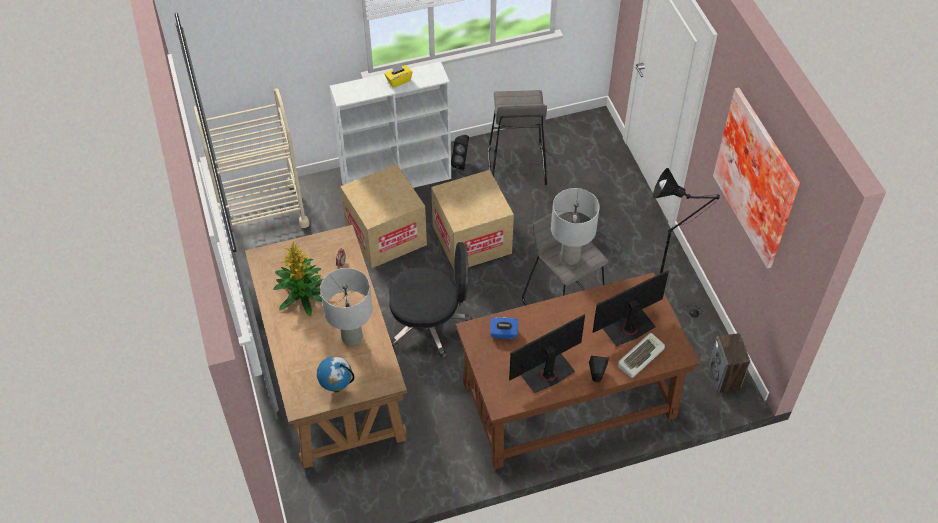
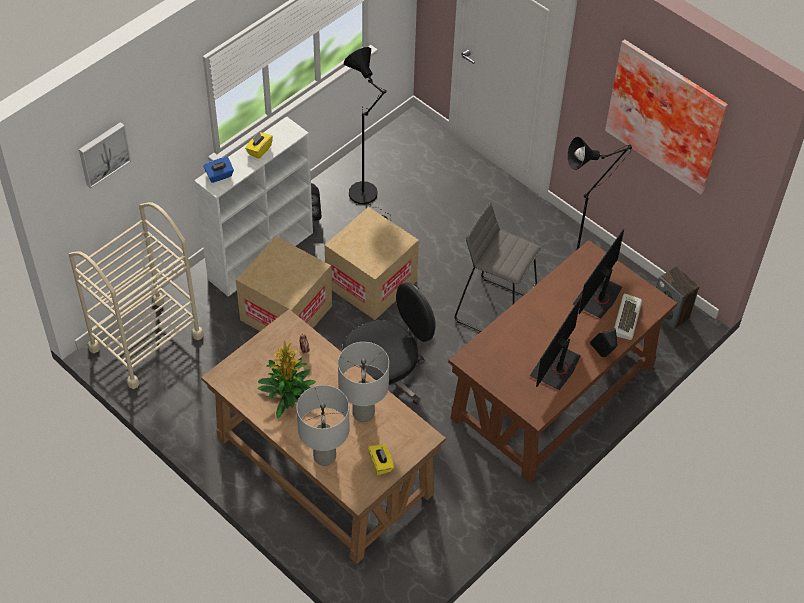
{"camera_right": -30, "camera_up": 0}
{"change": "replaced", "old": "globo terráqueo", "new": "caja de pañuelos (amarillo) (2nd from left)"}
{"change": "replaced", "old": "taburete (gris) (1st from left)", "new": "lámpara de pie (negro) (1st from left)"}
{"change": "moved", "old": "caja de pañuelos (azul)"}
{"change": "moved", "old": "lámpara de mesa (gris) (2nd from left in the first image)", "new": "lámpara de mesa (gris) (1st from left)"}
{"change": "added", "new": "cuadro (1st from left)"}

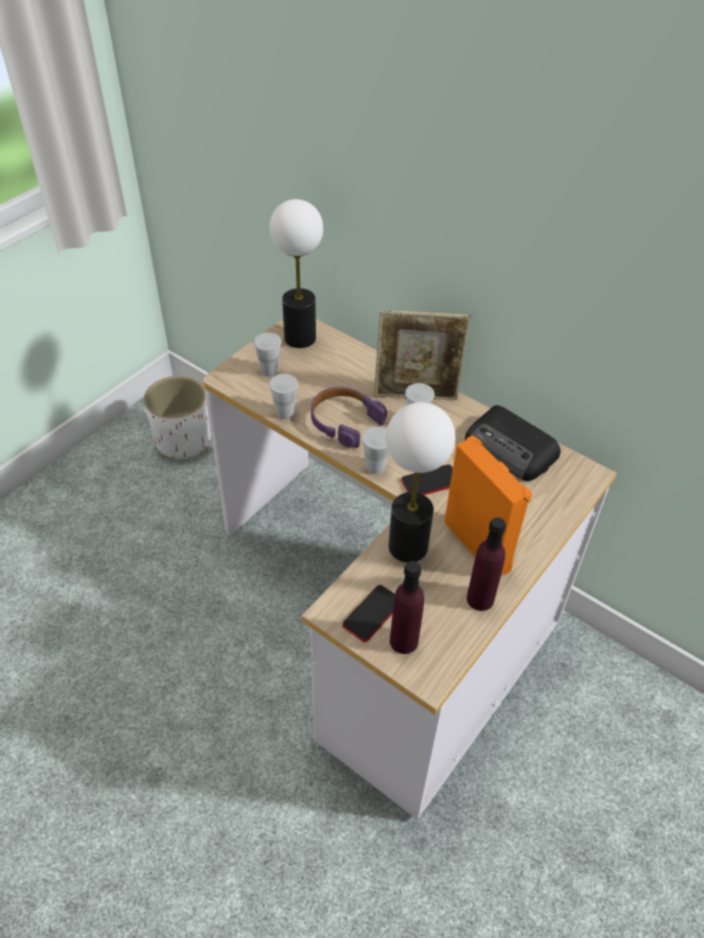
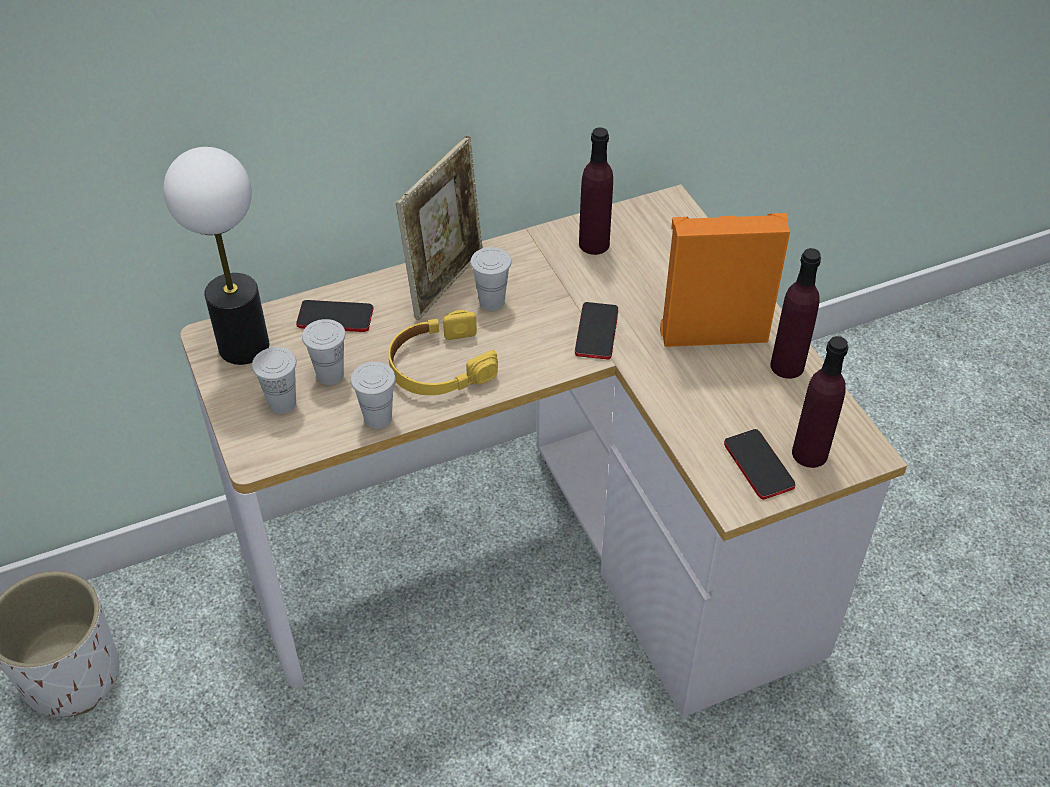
{"camera_right": -60, "camera_up": 0}
{"change": "recoloured", "old": "auriculares (morado)", "new": "auriculares (amarillo)"}
{"change": "moved", "old": "taza (blanco) (3rd from left in the first image)", "new": "taza (blanco) (2nd from left)"}
{"change": "removed", "old": "lámpara de mesa (2nd from left)"}
{"change": "replaced", "old": "radio", "new": "botella (morado) (1st from left)"}
{"change": "added", "new": "móvil (1st from left)"}

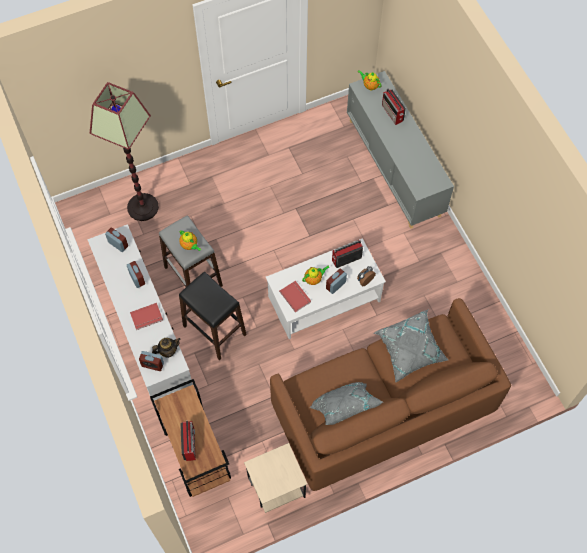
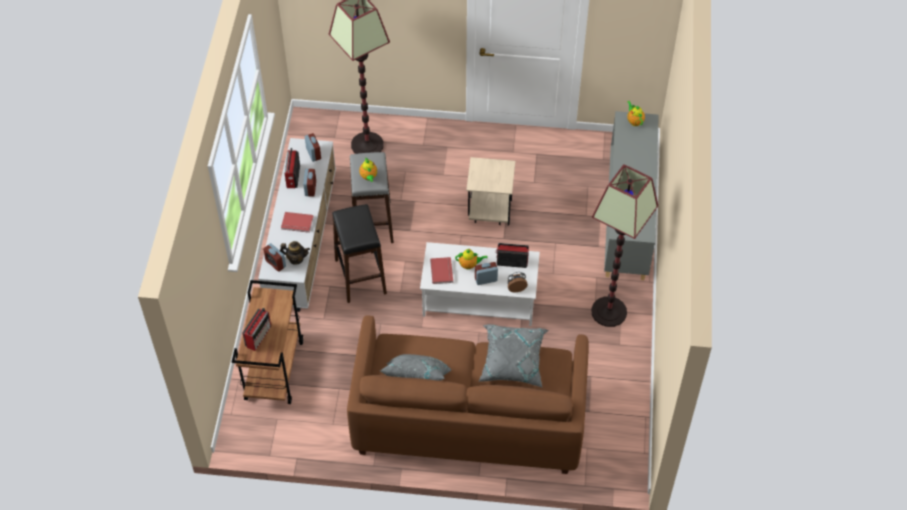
{"camera_right": 30, "camera_up": -10}
{"change": "moved", "old": "mesa auxiliar (beis)"}
{"change": "moved", "old": "radio (3rd from left in the first image)", "new": "radio (2nd from left)"}
{"change": "added", "new": "lámpara de pie (2nd from left)"}

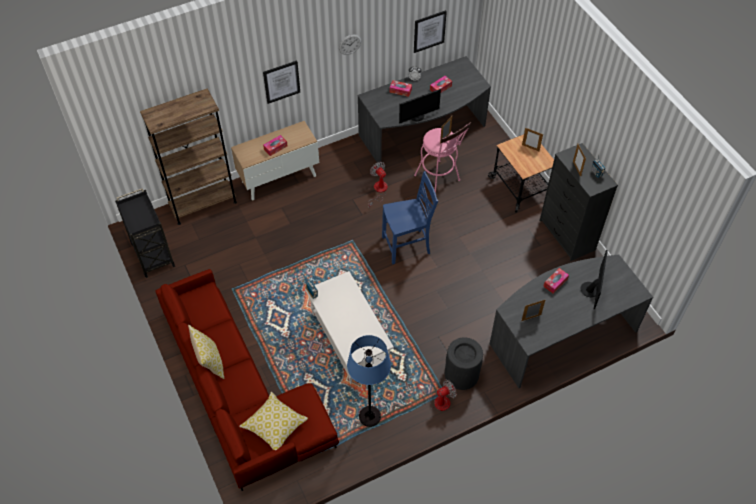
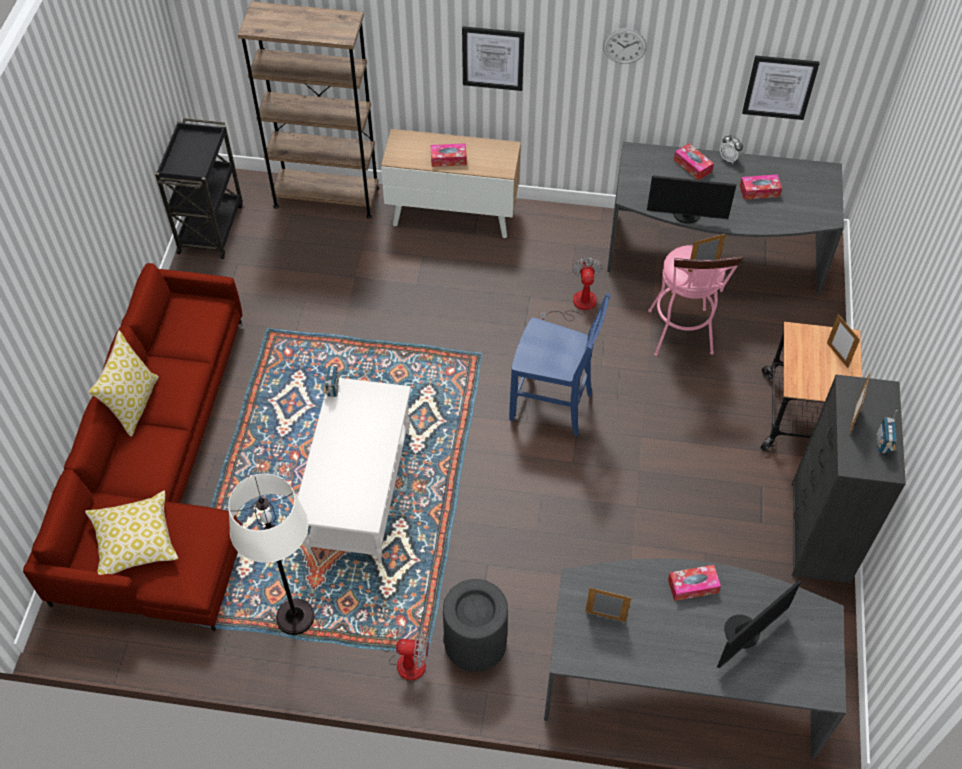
{"camera_right": 35, "camera_up": 0}
{"change": "recoloured", "old": "lámpara de pie (azul)", "new": "lámpara de pie (blanco)"}

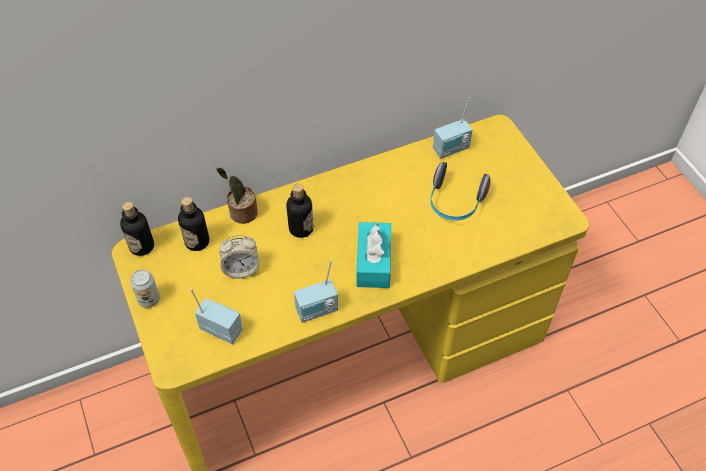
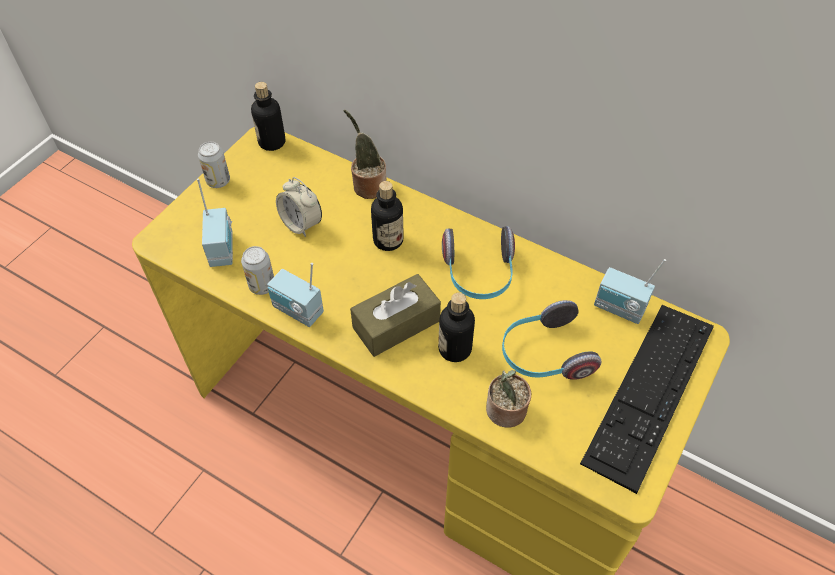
{"camera_right": 55, "camera_up": 0}
{"change": "moved", "old": "botella (2nd from left in the first image)", "new": "botella (3rd from left)"}
{"change": "recoloured", "old": "caja de pañuelos (turquesa)", "new": "caja de pañuelos (marrón)"}
{"change": "added", "new": "lata (2nd from left)"}
{"change": "added", "new": "auriculares (1st from left)"}
{"change": "added", "new": "planta en maceta (2nd from left)"}
{"change": "added", "new": "teclado"}

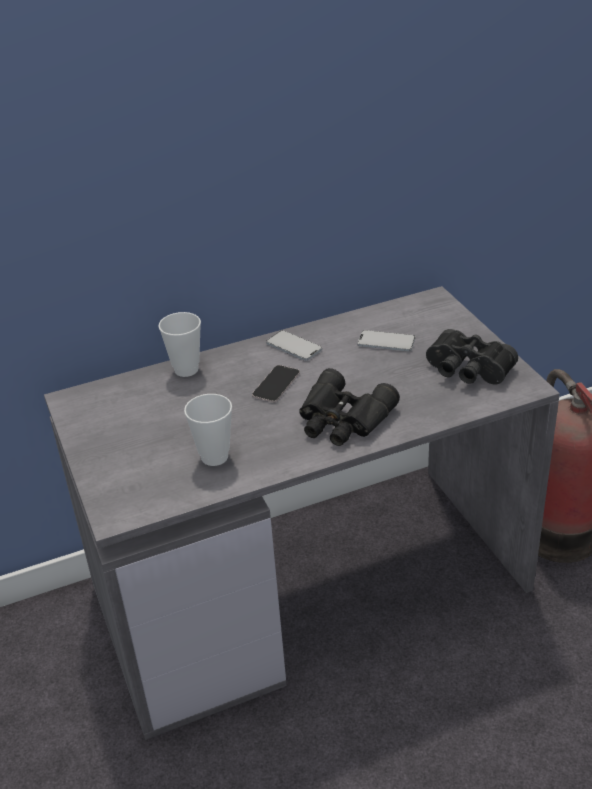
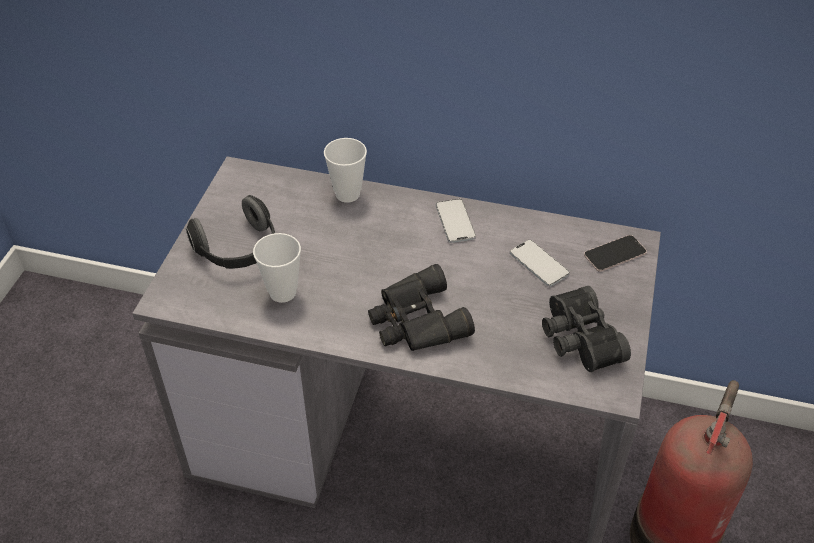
{"camera_right": 35, "camera_up": 10}
{"change": "moved", "old": "móvil (1st from left in the first image)", "new": "móvil (3rd from left)"}
{"change": "added", "new": "auriculares"}

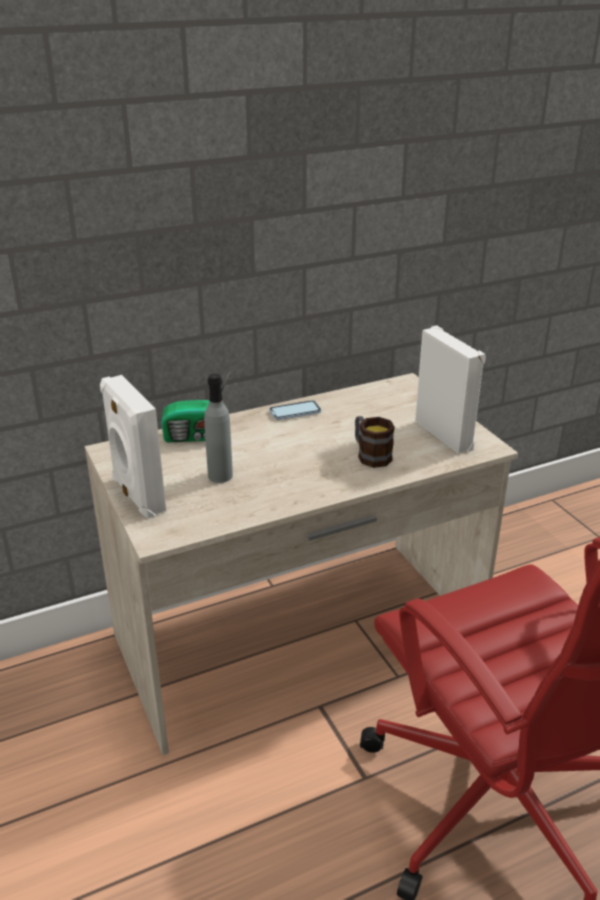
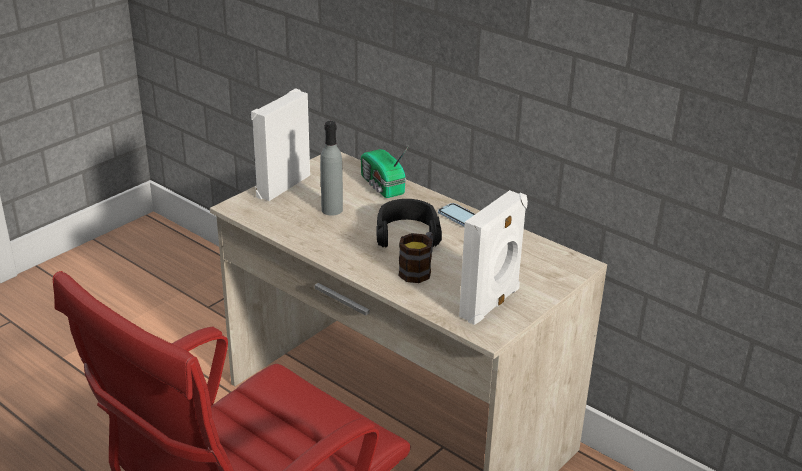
{"camera_right": 65, "camera_up": 0}
{"change": "added", "new": "auriculares (negro)"}

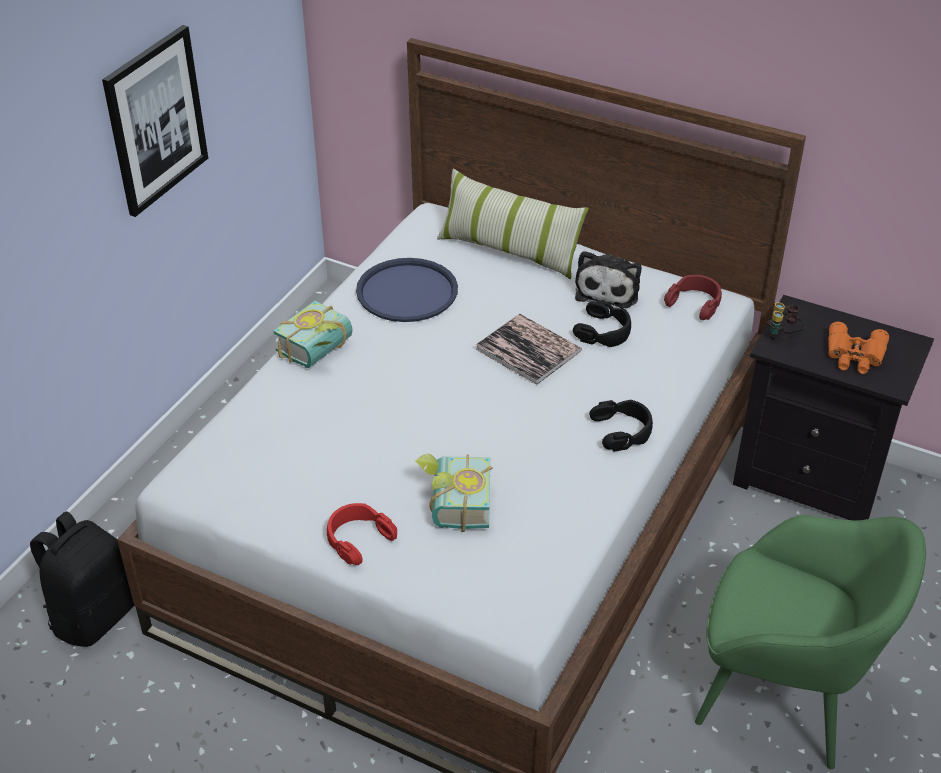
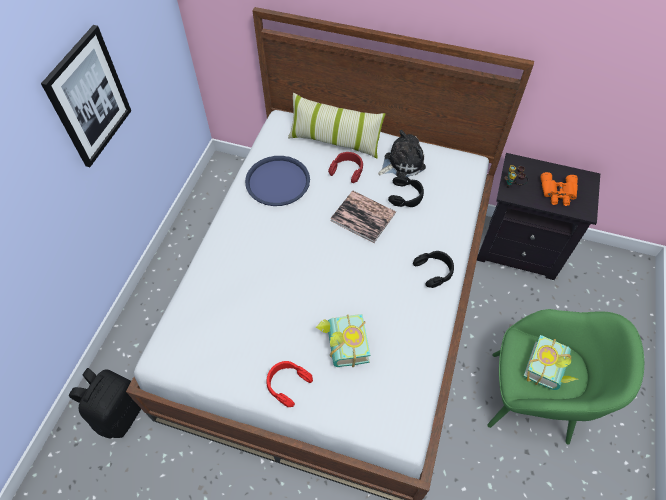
{"camera_right": -10, "camera_up": 15}
{"change": "moved", "old": "libro (1st from left in the first image)", "new": "libro (3rd from left)"}
{"change": "turned", "old": "peluche", "degrees": -120}
{"change": "moved", "old": "auriculares (rojo) (2nd from left)"}

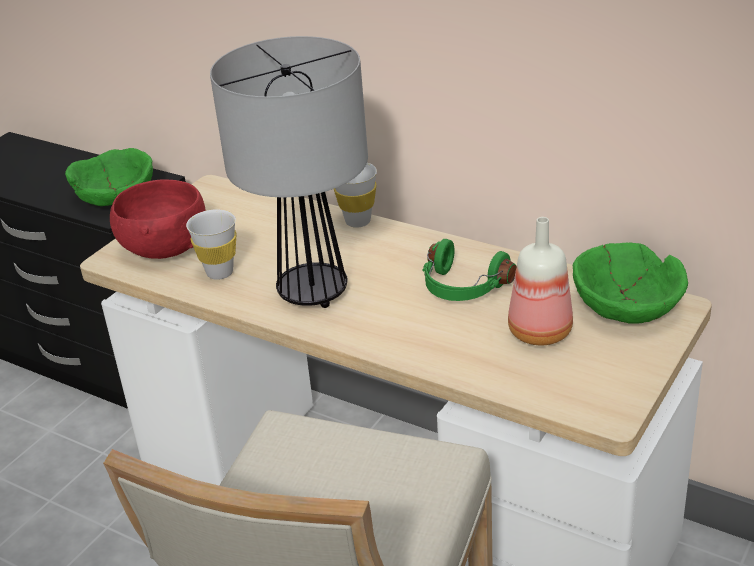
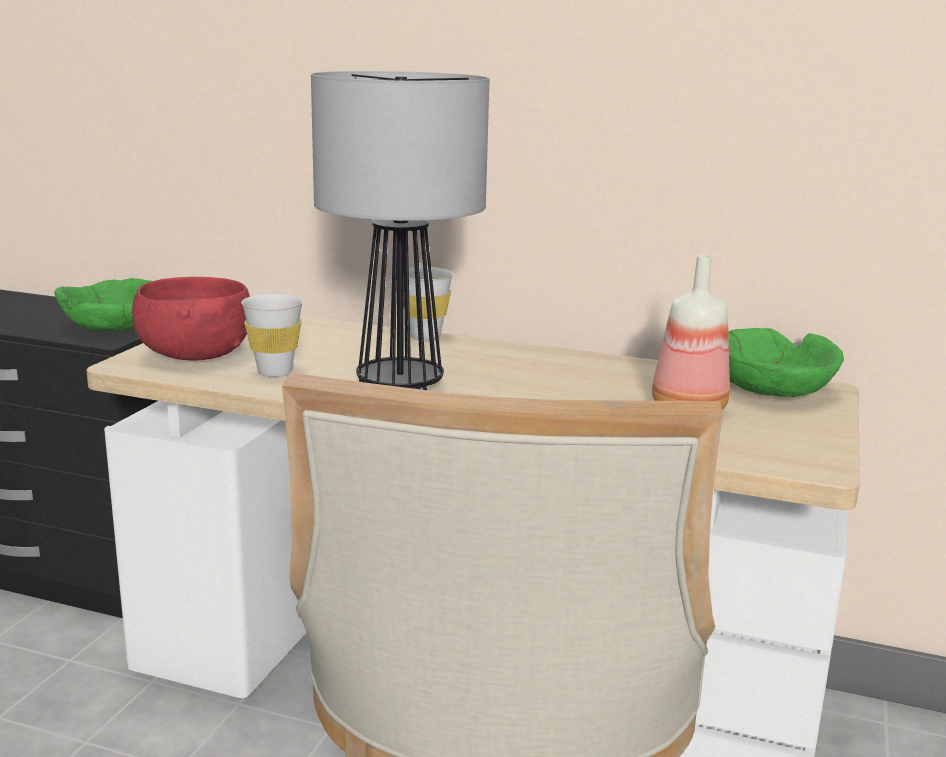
{"camera_right": -15, "camera_up": -15}
{"change": "removed", "old": "auriculares (verde)"}

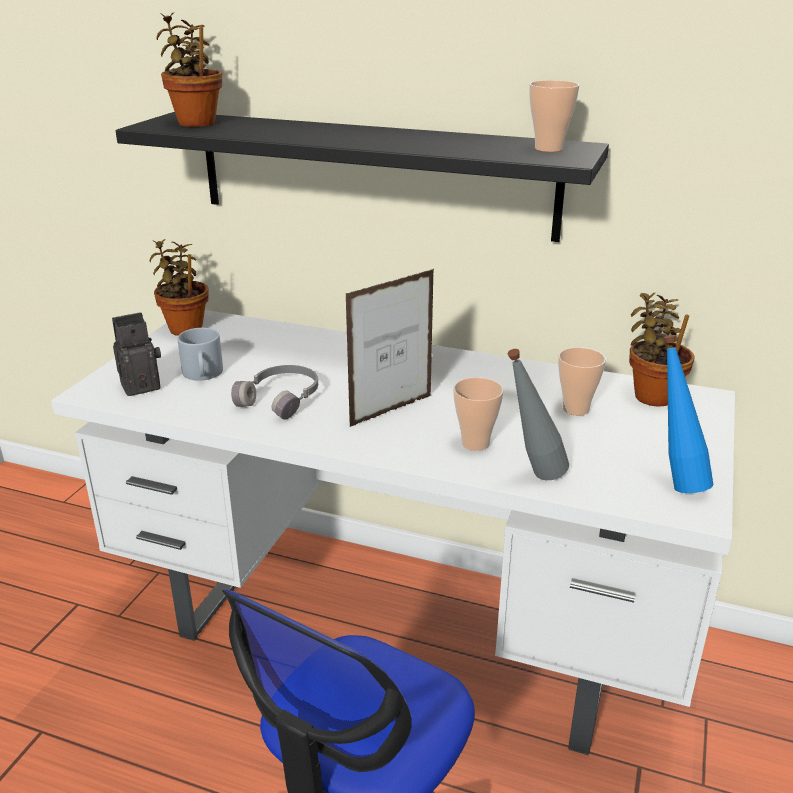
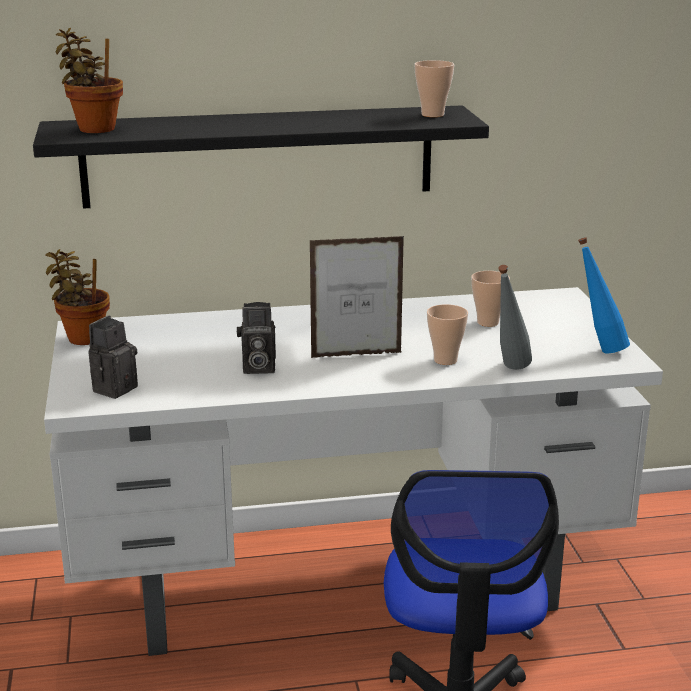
{"camera_right": -30, "camera_up": -5}
{"change": "removed", "old": "taza grande (gris)"}
{"change": "replaced", "old": "auriculares (gris)", "new": "cámara (2nd from left)"}
{"change": "turned", "old": "portarretratos", "degrees": 60}
{"change": "removed", "old": "planta en maceta (3rd from left)"}

